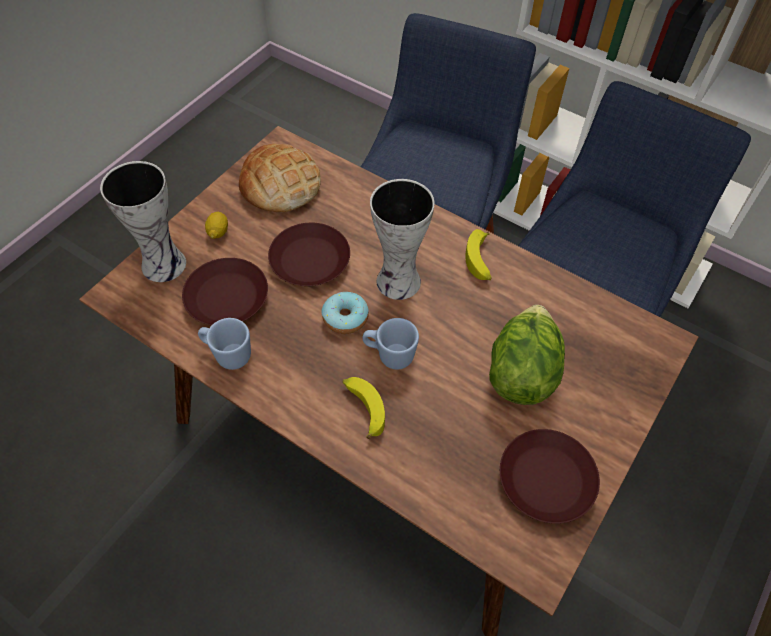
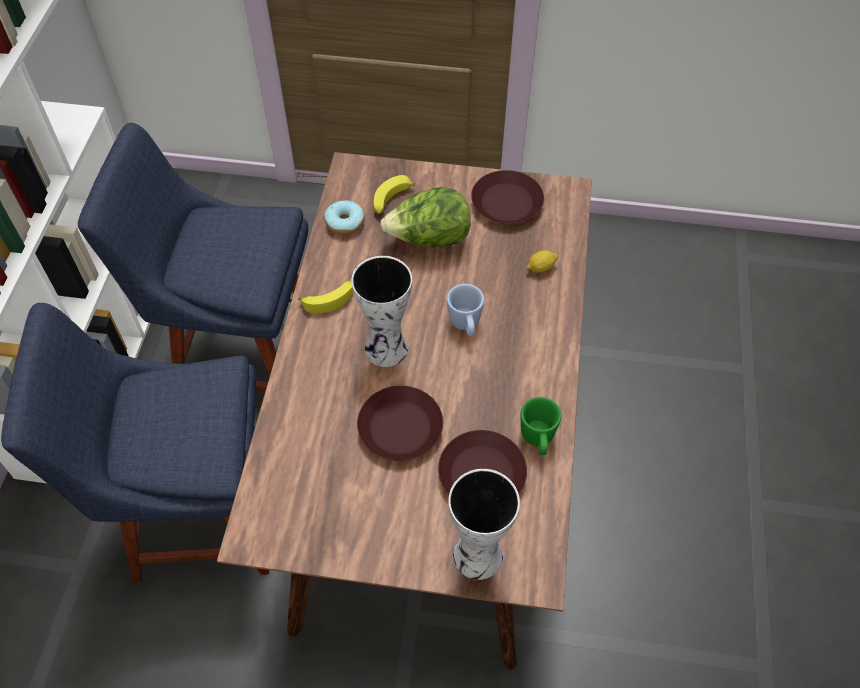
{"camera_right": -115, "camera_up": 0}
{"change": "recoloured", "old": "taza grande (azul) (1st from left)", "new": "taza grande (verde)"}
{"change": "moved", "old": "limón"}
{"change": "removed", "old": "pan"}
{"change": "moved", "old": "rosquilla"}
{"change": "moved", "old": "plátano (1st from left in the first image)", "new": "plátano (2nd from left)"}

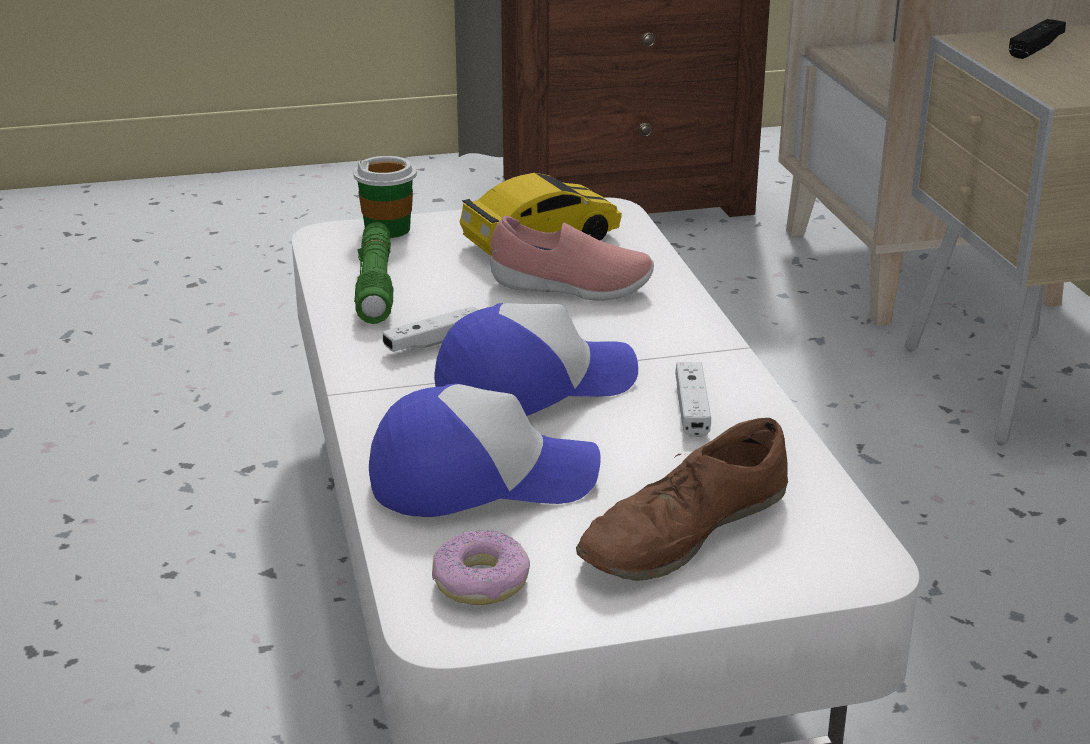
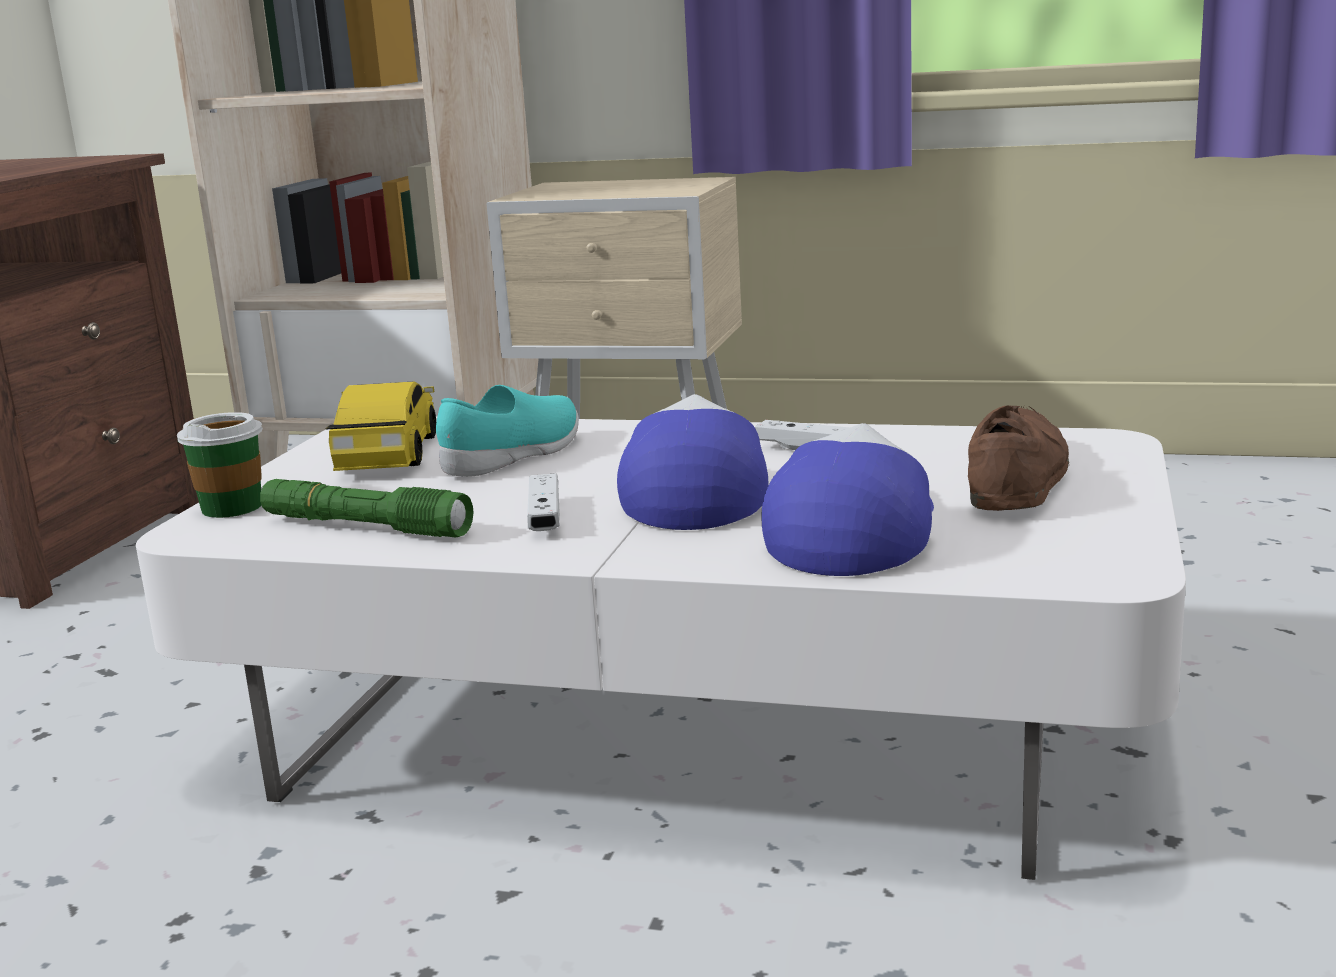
{"camera_right": -60, "camera_up": -10}
{"change": "removed", "old": "rosquilla"}
{"change": "recoloured", "old": "zapato (rosa)", "new": "zapato (turquesa)"}
{"change": "turned", "old": "zapato (marrón)", "degrees": -150}
{"change": "removed", "old": "mando de consola (negro)"}

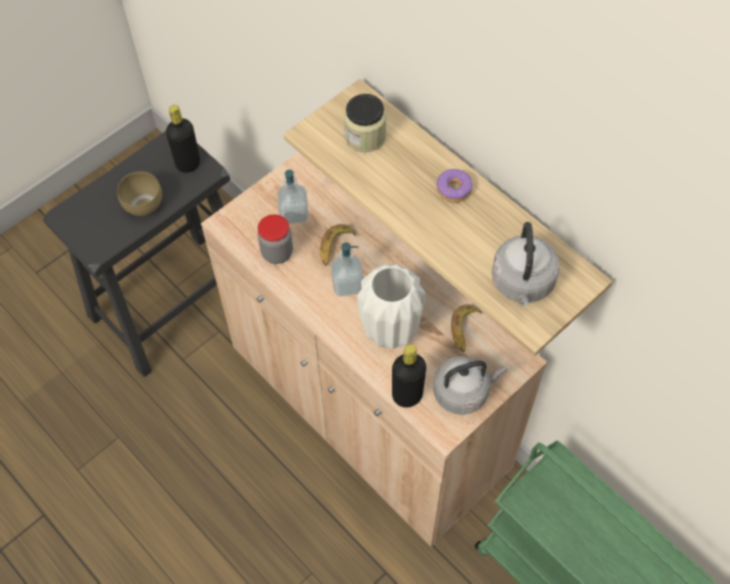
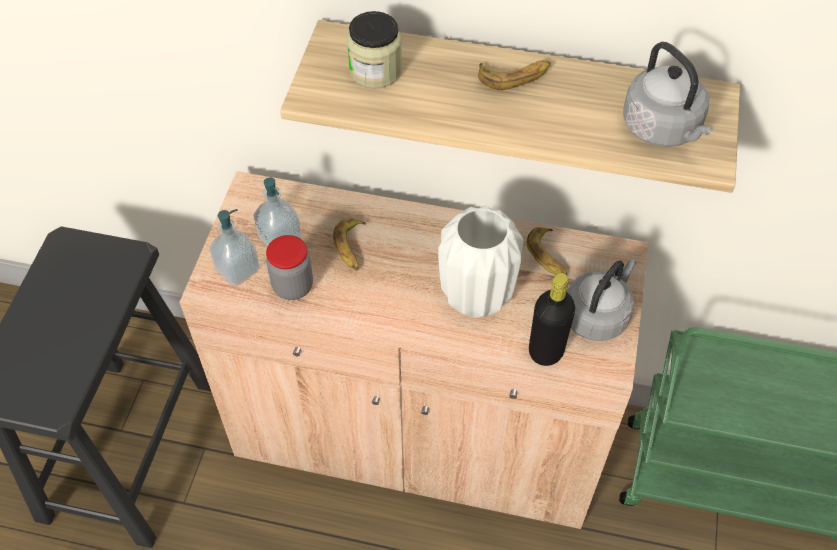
{"camera_right": -35, "camera_up": -5}
{"change": "removed", "old": "cuenco (marrón)"}
{"change": "removed", "old": "botella (negro) (1st from left)"}
{"change": "moved", "old": "dispensador de jabón (2nd from left in the first image)", "new": "dispensador de jabón (1st from left)"}
{"change": "replaced", "old": "rosquilla", "new": "plátano (2nd from left)"}

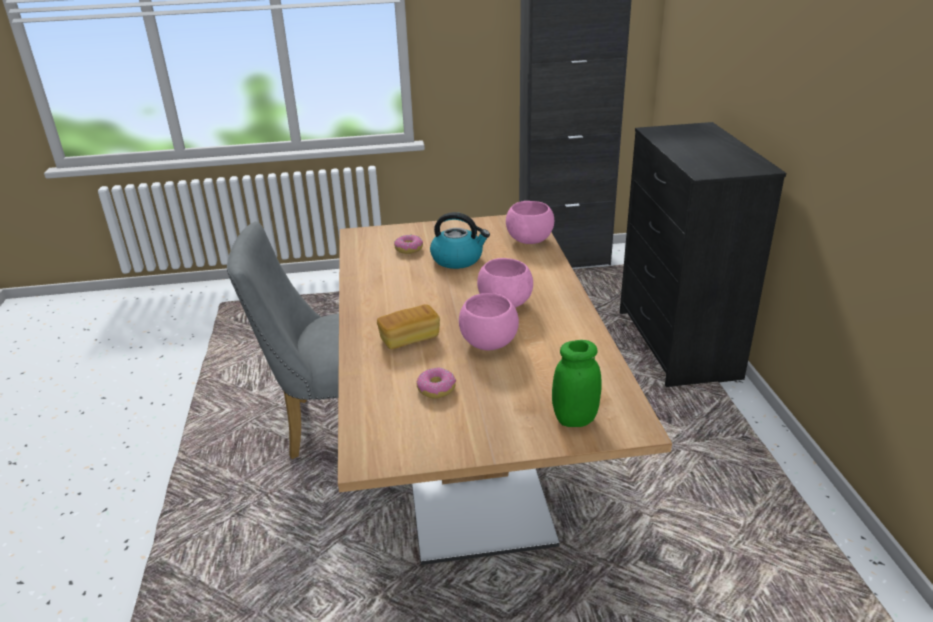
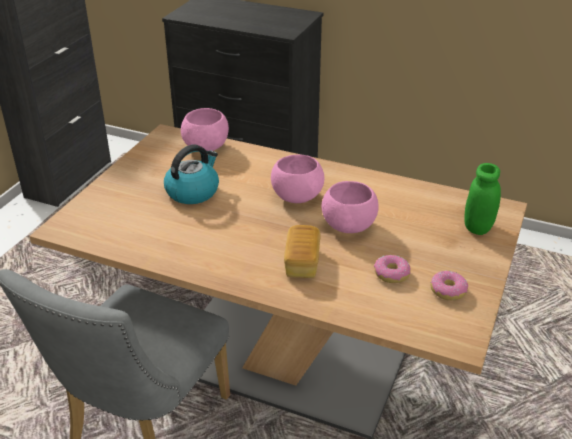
{"camera_right": -60, "camera_up": 5}
{"change": "moved", "old": "rosquilla (1st from left in the first image)", "new": "rosquilla (2nd from left)"}

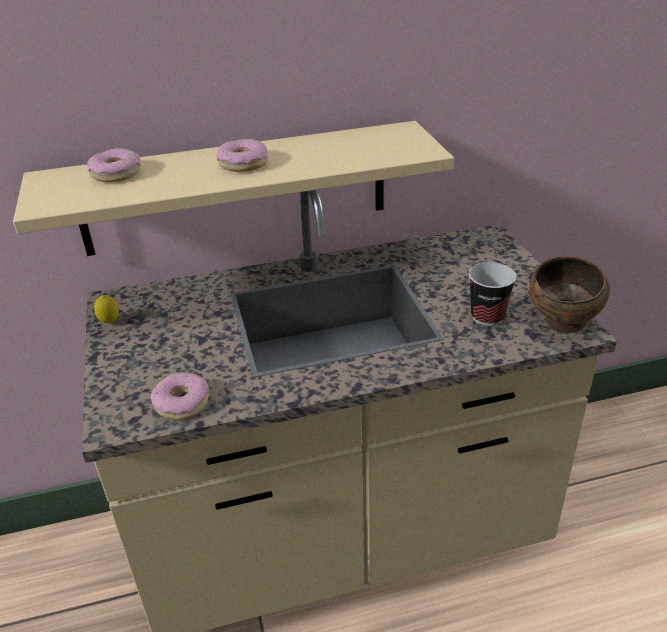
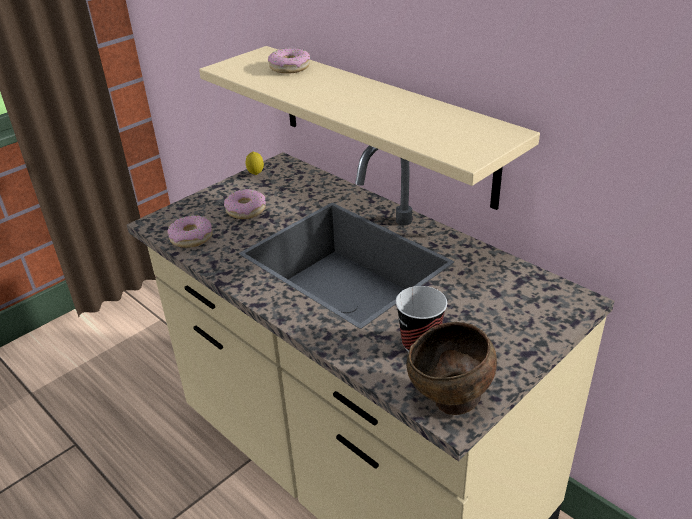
{"camera_right": 60, "camera_up": 0}
{"change": "moved", "old": "rosquilla (3rd from left in the first image)", "new": "rosquilla (2nd from left)"}

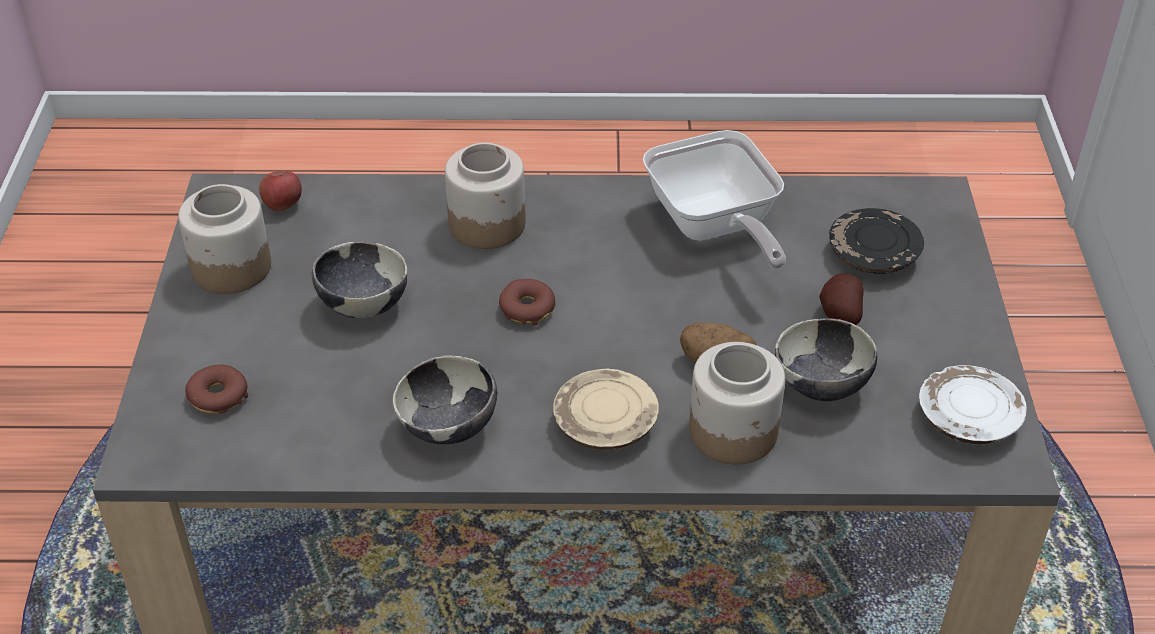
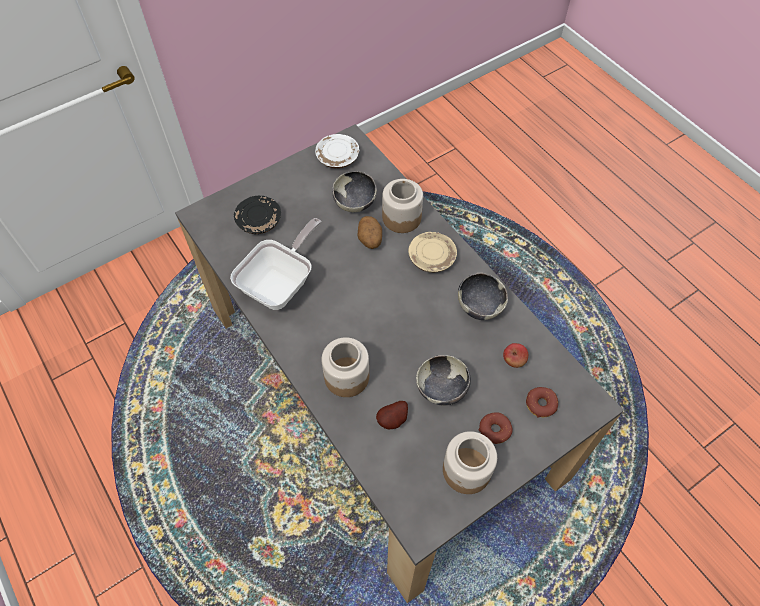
{"camera_right": -125, "camera_up": 15}
{"change": "moved", "old": "manzana"}
{"change": "moved", "old": "rosquilla (2nd from left in the first image)", "new": "rosquilla (1st from left)"}
{"change": "moved", "old": "patata (2nd from left)"}

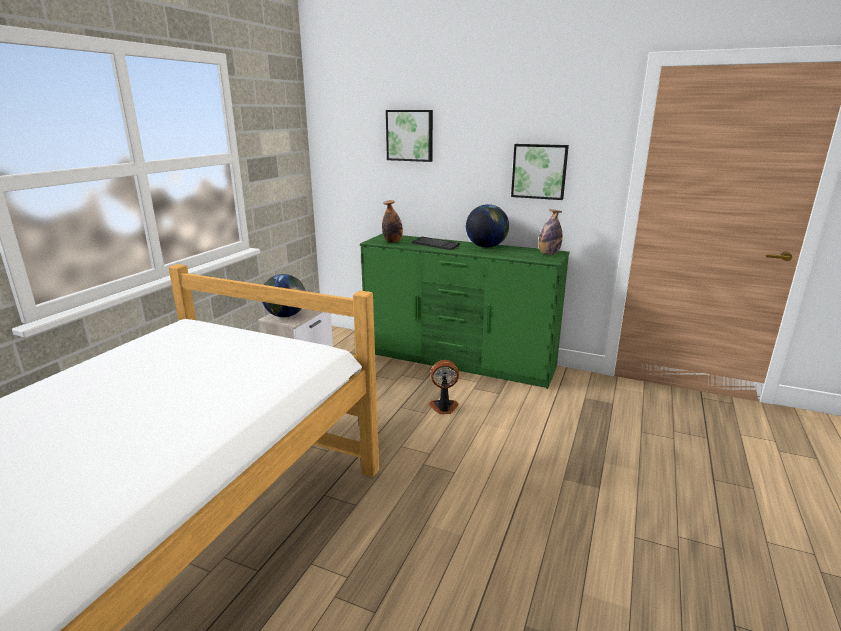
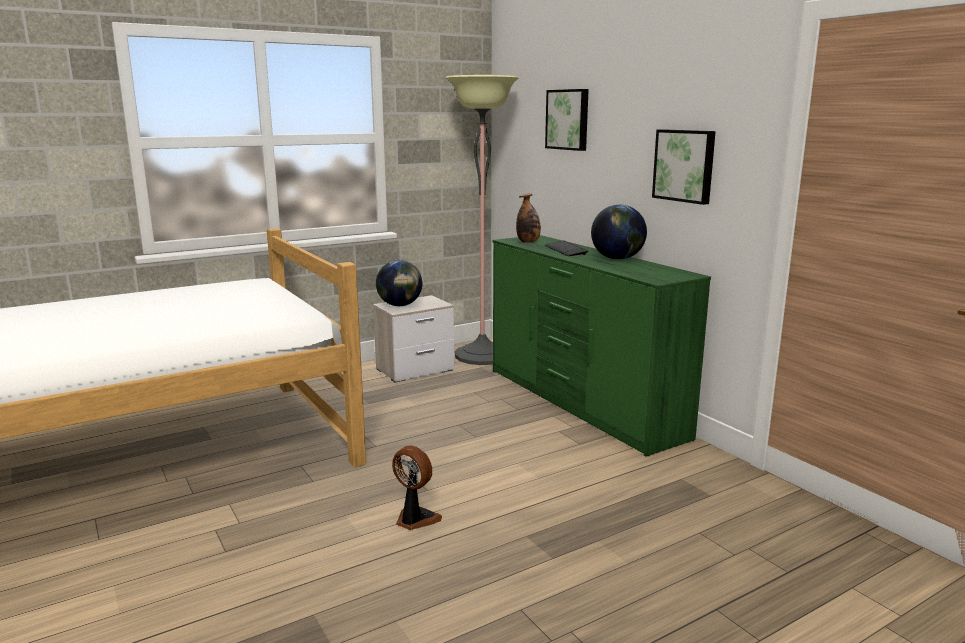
{"camera_right": 35, "camera_up": -5}
{"change": "moved", "old": "ventilador"}
{"change": "removed", "old": "botella (2nd from left)"}
{"change": "added", "new": "lámpara de pie"}

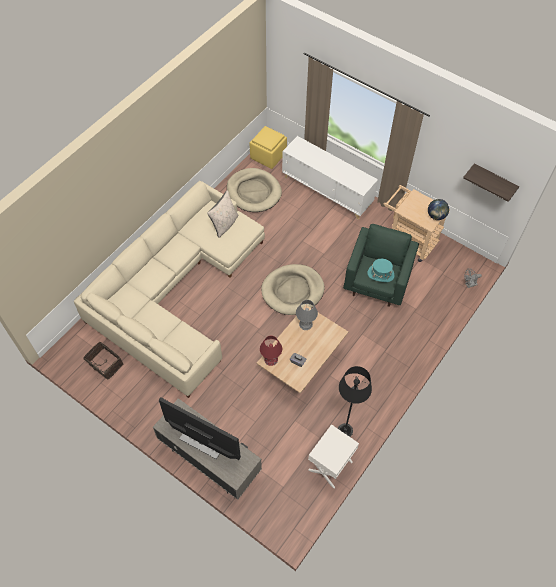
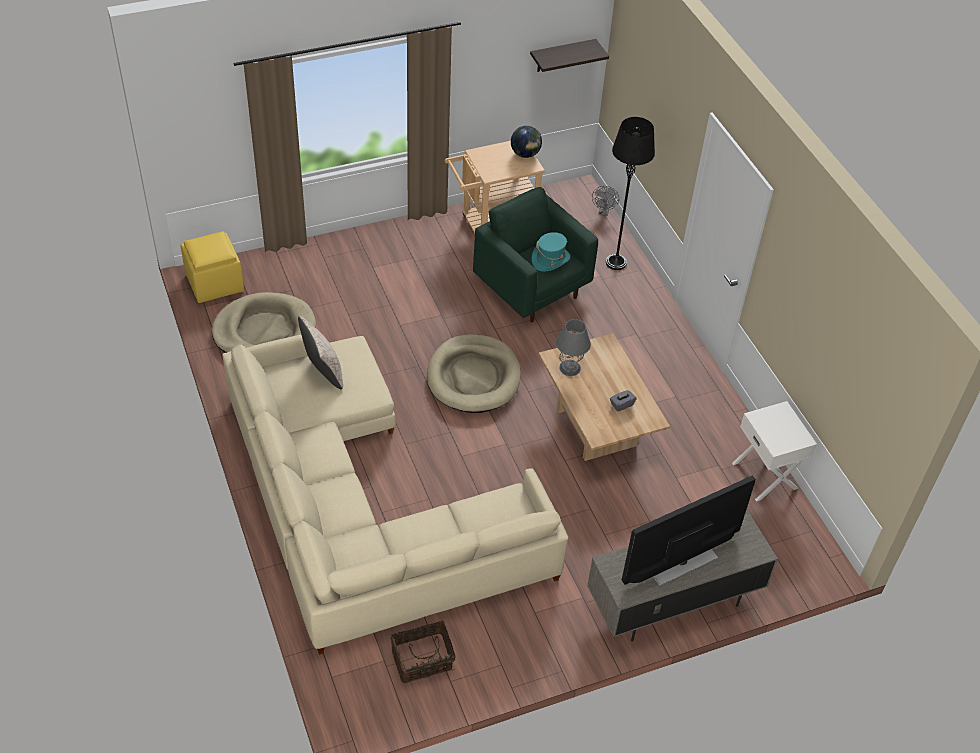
{"camera_right": -60, "camera_up": -10}
{"change": "removed", "old": "lámpara de mesa (rojo)"}
{"change": "removed", "old": "armario (blanco)"}
{"change": "moved", "old": "lámpara de pie (negro)"}

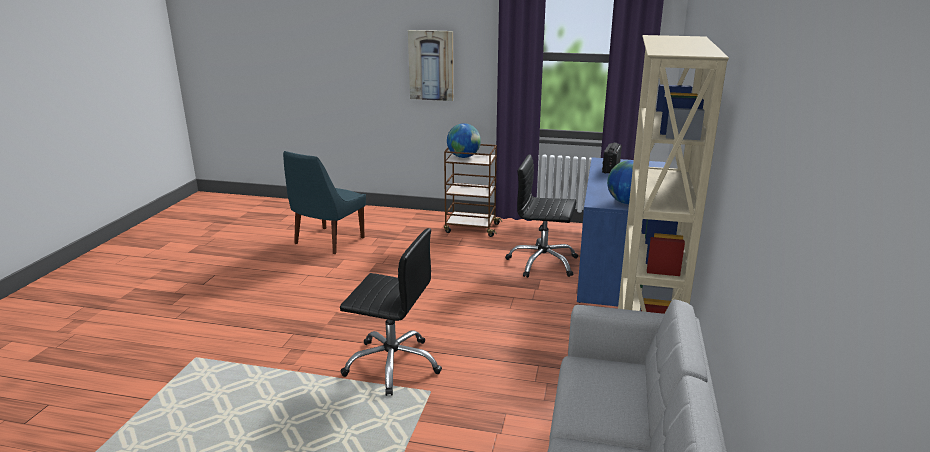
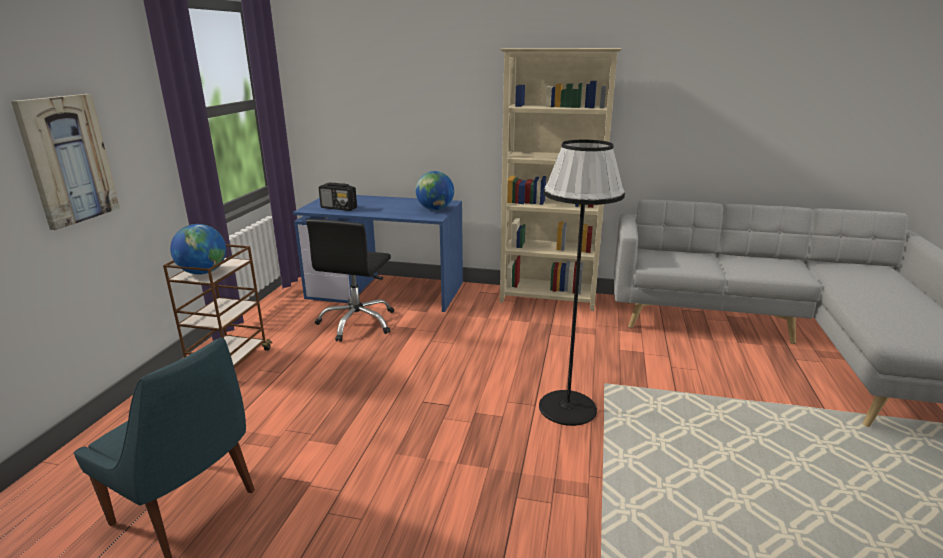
{"camera_right": -90, "camera_up": 0}
{"change": "replaced", "old": "silla de oficina (negro) (1st from left)", "new": "lámpara de pie (negro)"}

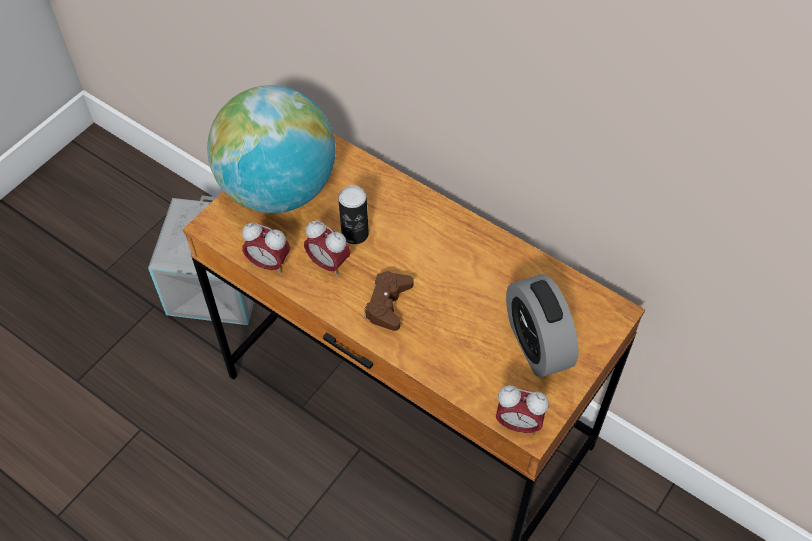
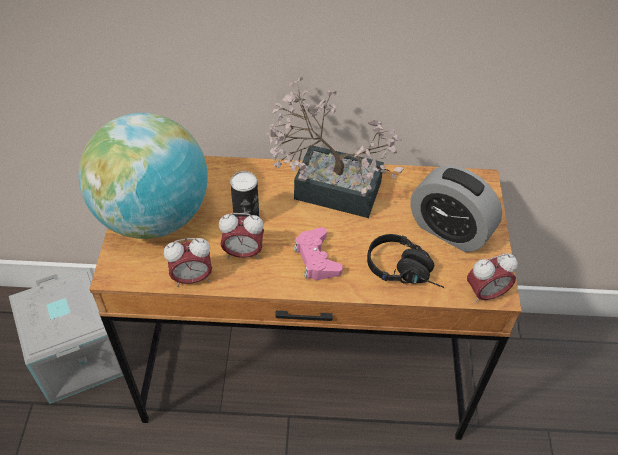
{"camera_right": -35, "camera_up": -5}
{"change": "recoloured", "old": "mando de consola (marrón)", "new": "mando de consola (rosa)"}
{"change": "added", "new": "planta en maceta"}
{"change": "added", "new": "auriculares (negro)"}

